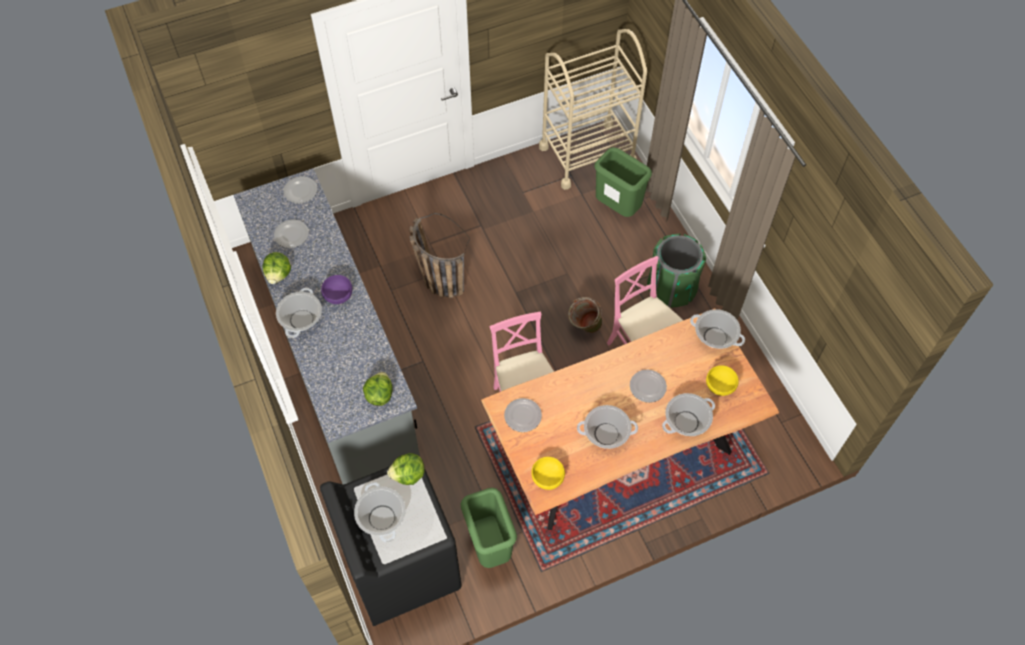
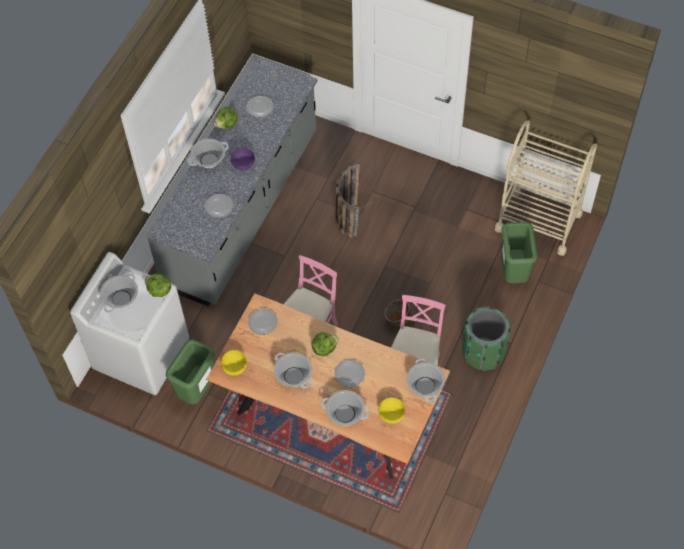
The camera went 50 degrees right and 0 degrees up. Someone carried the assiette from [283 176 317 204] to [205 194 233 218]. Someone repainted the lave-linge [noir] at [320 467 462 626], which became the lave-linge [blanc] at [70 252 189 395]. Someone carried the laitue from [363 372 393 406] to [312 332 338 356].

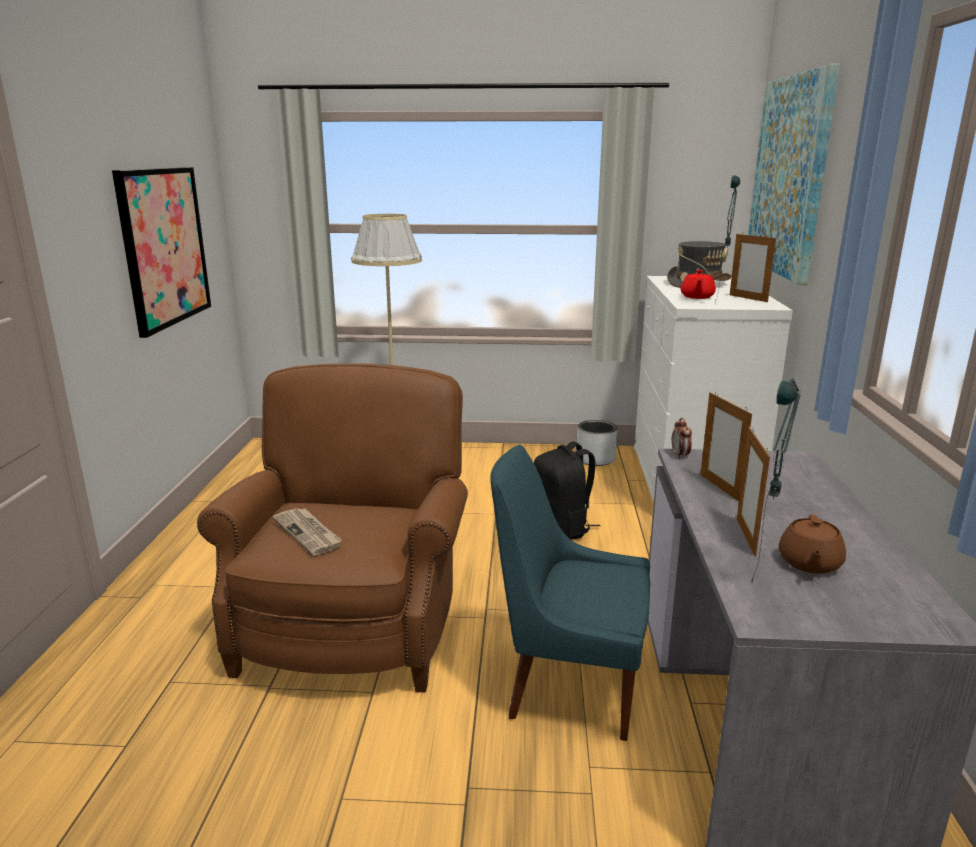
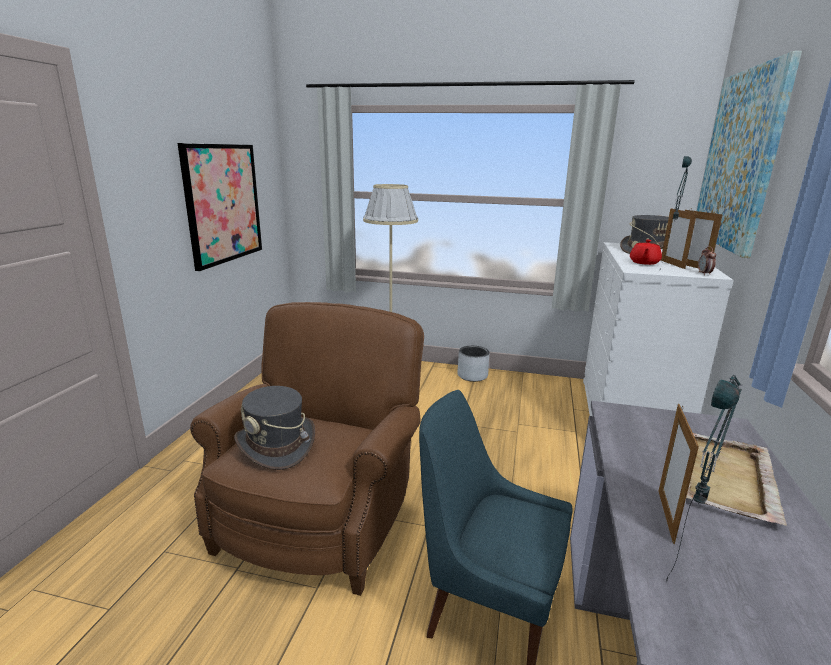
The camera went 10 degrees right and 0 degrees up. Someone swapped the journal at [273 508 342 556] for the chapeau [gris] at [234 386 315 470]. Someone took away the sac à dos [noir] at [534 442 600 540]. Someone carried the cache-pot [gris] from [576 420 617 466] to [457 346 489 382]. Someone carried the réveil from [672 418 692 459] to [698 246 716 275]. Someone carried the cadre photo from [700 392 752 501] to [661 207 697 269]. Someone took away the théière [marron] at [779 515 846 574]. Someone put down the plateau [beige] at [686 433 787 526].

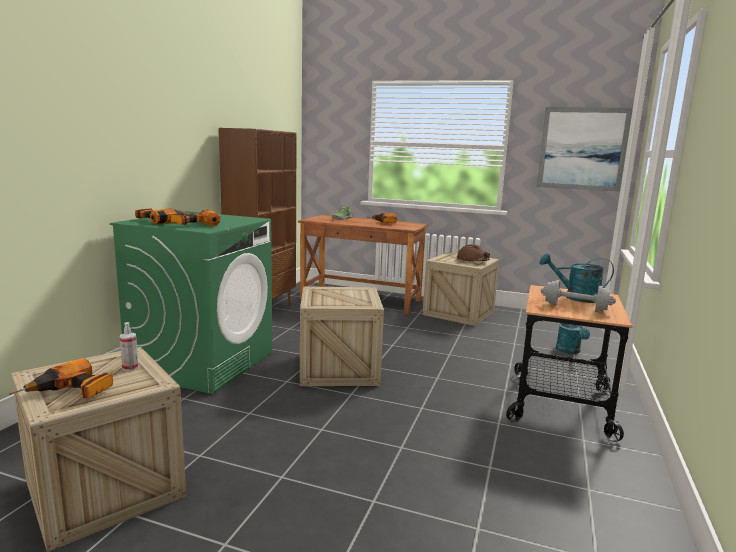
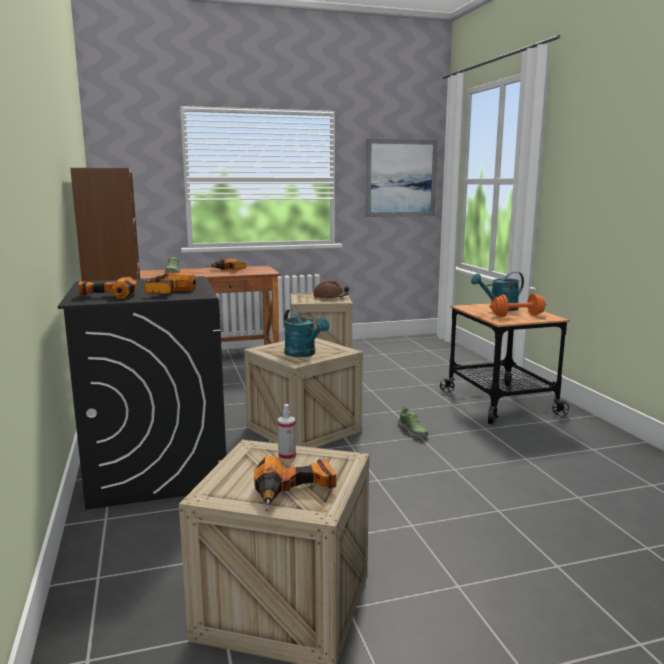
The camera went 35 degrees left and 0 degrees up. Someone repainted the lave-linge [vert] at [110 211 272 394], which became the lave-linge [noir] at [57 276 226 510]. Someone repainted the haltère [gris] at [541 280 616 312], which became the haltère [orange] at [490 294 546 317]. Someone carried the arrosoir [turquoise] from [556 323 590 354] to [284 309 329 357]. Someone put down the chaussure at [398 406 428 437].

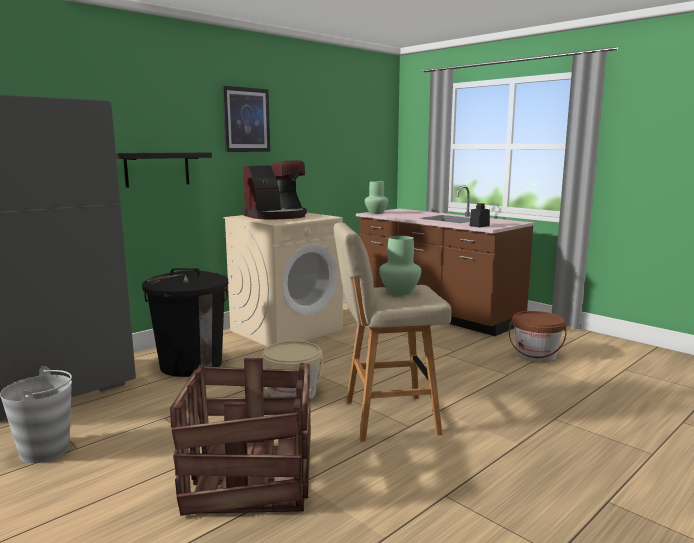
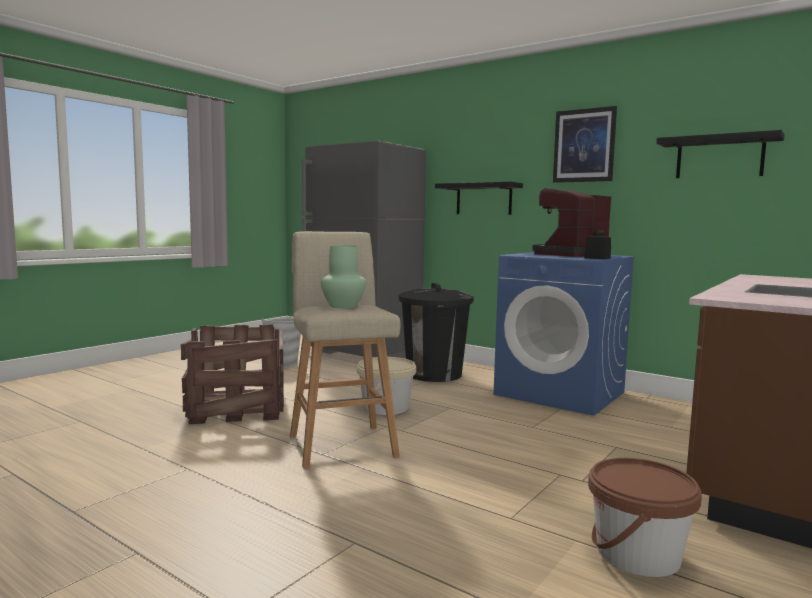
The camera went 80 degrees right and 5 degrees down. Someone repainted the lave-linge [beige] at [223 213 343 346], which became the lave-linge [bleu] at [494 252 635 416]. Someone rotated the machine à café at [242 160 307 219] by 90 degrees clockwise. Someone took away the vase [vert] at [365 181 388 214]. Someone carried the bocal [noir] from [469 203 490 227] to [584 229 611 259]. Someone put up the étagère [noir] at [656 130 785 178].

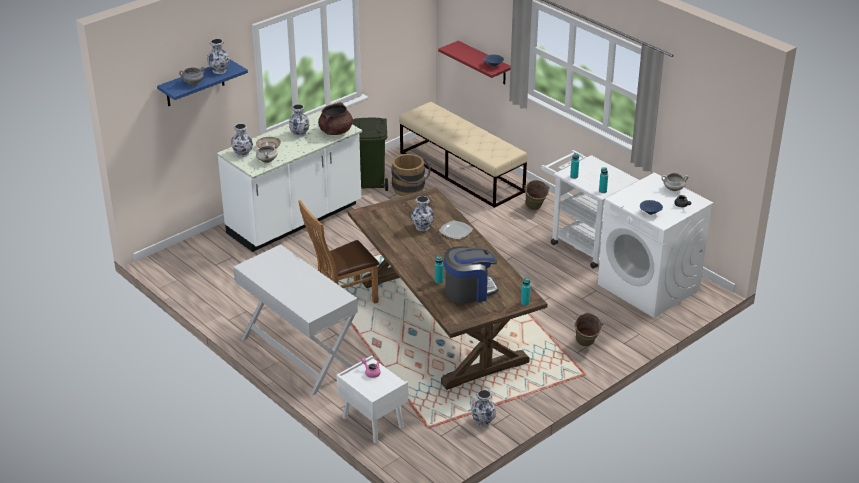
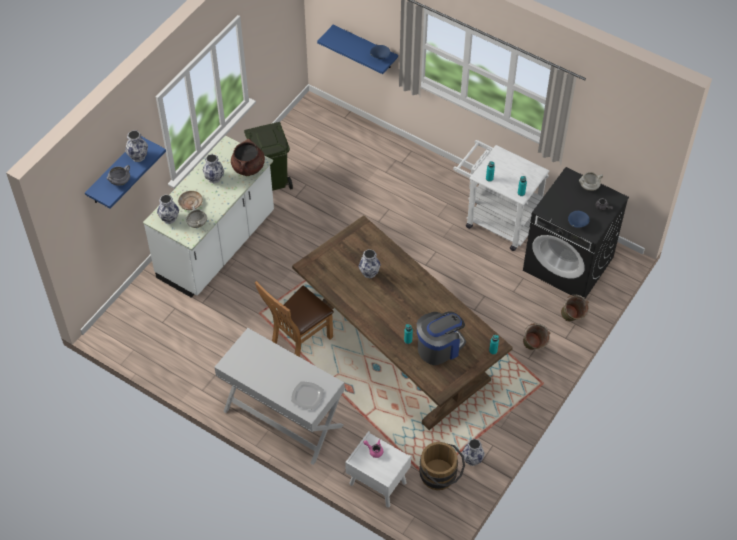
The camera went 15 degrees left and 20 degrees up. Someone carried the seau [marron] from [391 154 431 196] to [419 442 465 490]. Someone took away the banc [beige] at [399 102 528 208]. Someone repainted the étagère [rouge] at [438 41 511 85], which became the étagère [bleu] at [317 25 398 74]. Someone carried the assiette from [439 220 473 240] to [291 381 324 409]. Someone carried the seau [vert] from [524 180 550 210] to [561 295 589 322]. Someone repainted the lave-linge [blanc] at [598 172 714 318], which became the lave-linge [noir] at [523 167 629 299].

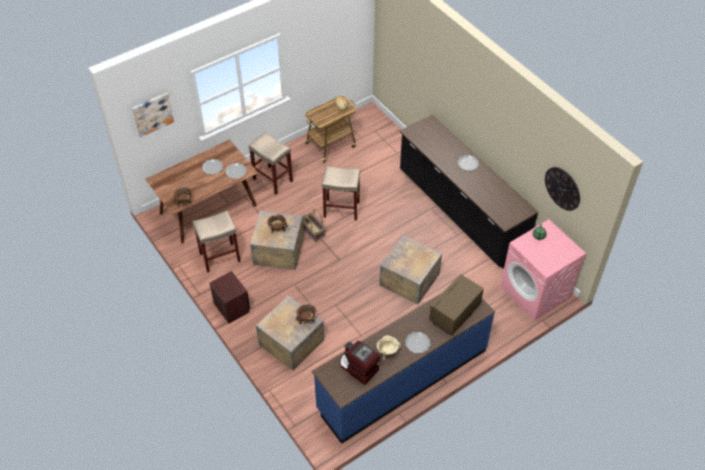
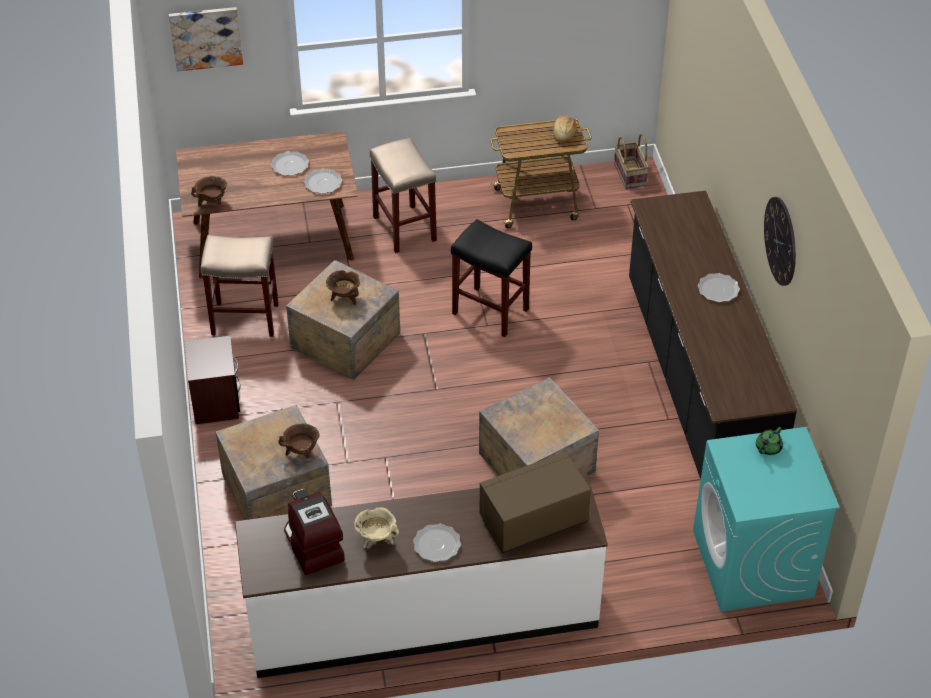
The camera went 25 degrees right and 5 degrees down. Someone carried the panier from [303 209 326 242] to [614 134 649 189]. Someone repainted the comptoir de cuisine [bleu] at [312 293 495 444], which became the comptoir de cuisine [blanc] at [235 473 608 678]. Someone repainted the tabouret [beige] at [322 166 361 221], which became the tabouret [noir] at [451 219 532 337]. Someone repainted the lave-linge [rose] at [500 219 586 321], which became the lave-linge [turquoise] at [693 427 840 612]. Someone carried the horloge murale from [545 167 580 211] to [764 197 796 286].

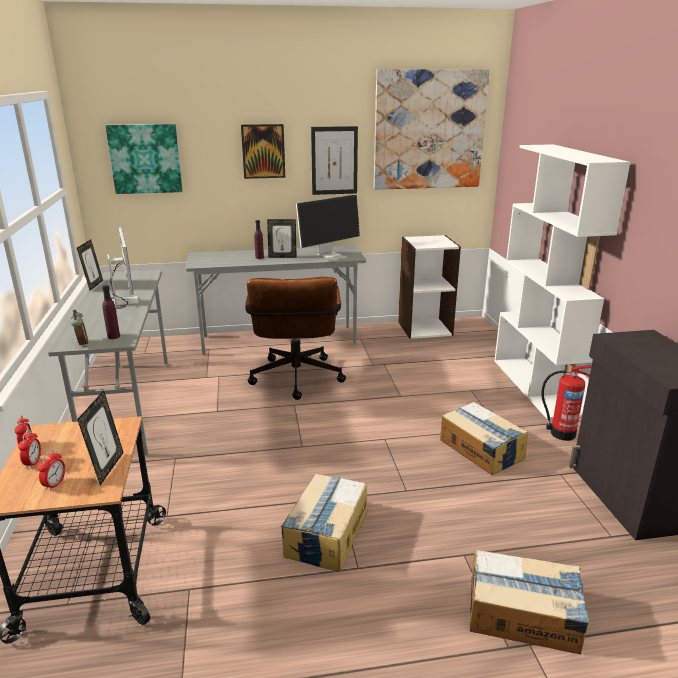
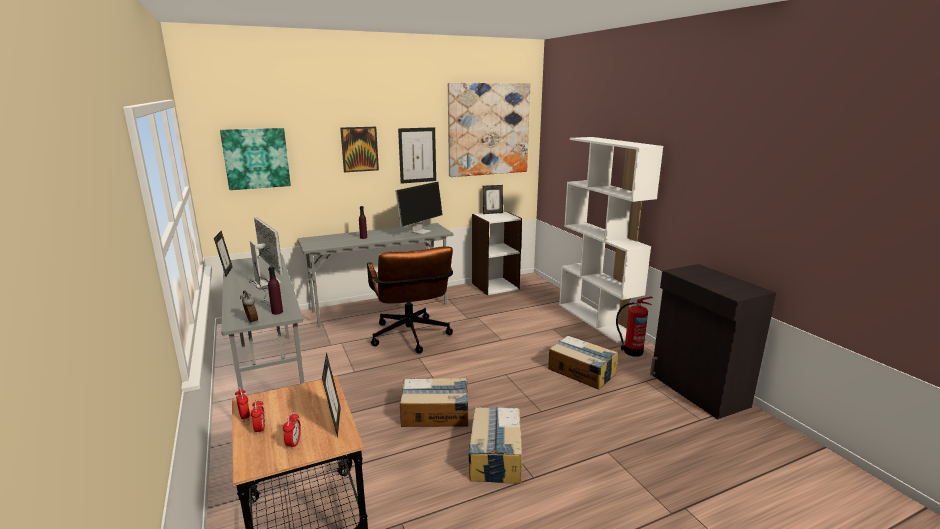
The camera went 15 degrees left and 5 degrees down. Someone carried the cadre photo from [267 219 297 258] to [483 185 503 214]. Someone carried the carton from [470 550 589 654] to [400 377 468 427].

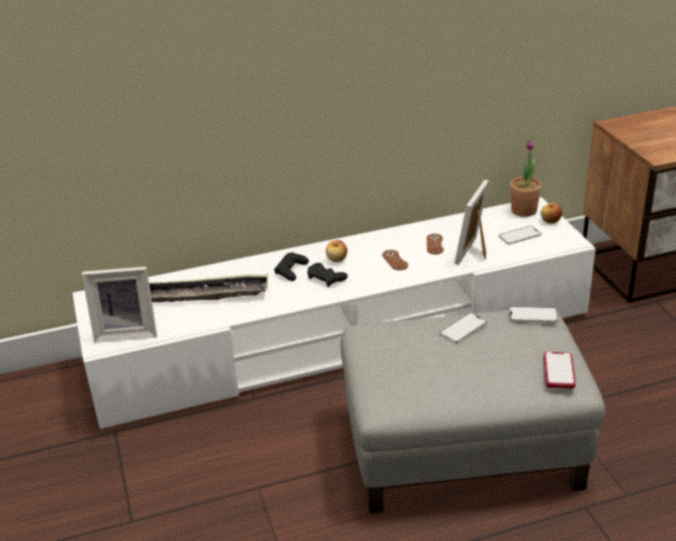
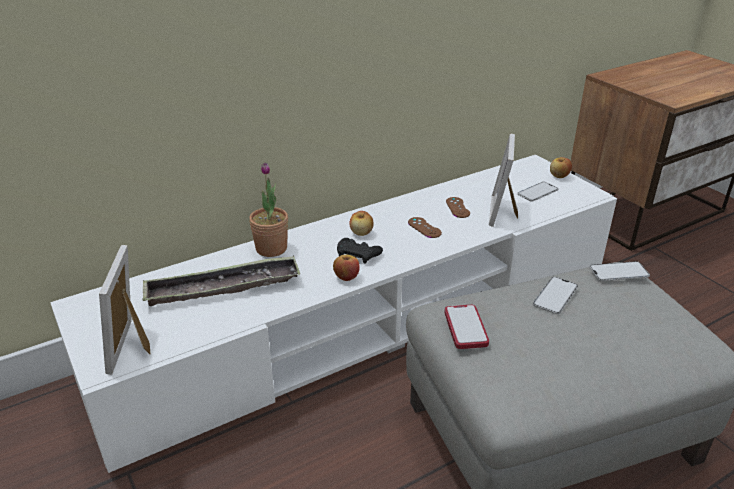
The camera went 15 degrees left and 0 degrees up. Someone rotated the cadre photo at [82 267 157 343] by 105 degrees clockwise. Someone took away the manette [noir] at [274 252 309 281]. Someone carried the plante en pot from [510 140 542 217] to [249 162 288 257]. Someone carried the téléphone from [544 352 576 389] to [444 305 489 349]. Someone put down the pomme at [333 255 360 281].

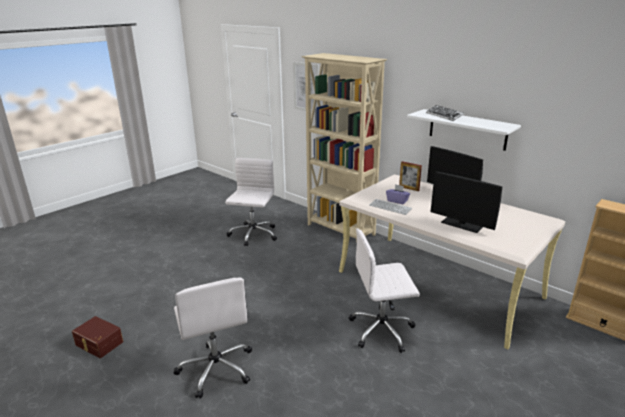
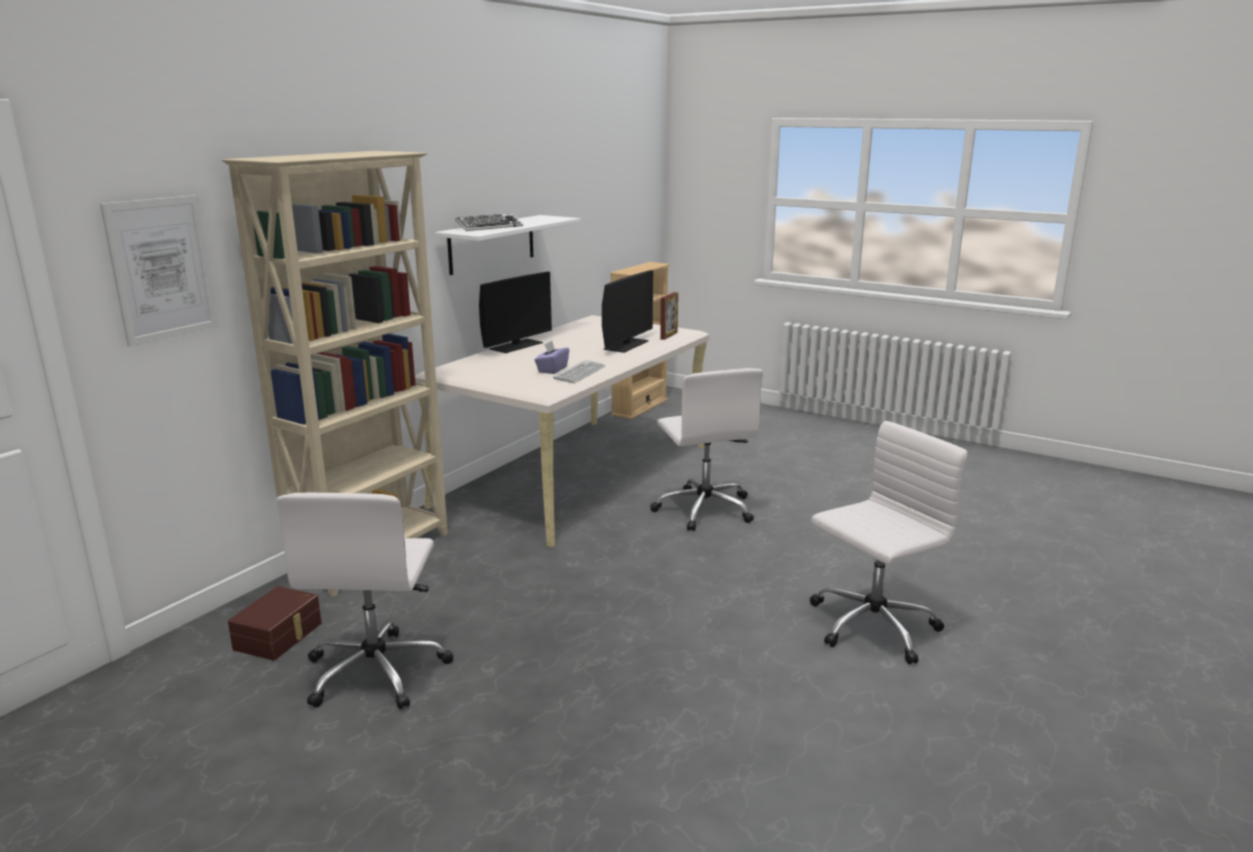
The camera went 100 degrees left and 5 degrees down. Someone carried the boîte de rangement [marron] from [72 316 123 358] to [228 586 322 661]. Someone rotated the chaise de bureau [blanc] at [225 158 277 246] by 90 degrees counterclockwise. Someone carried the cadre photo from [399 161 422 191] to [660 292 678 340].

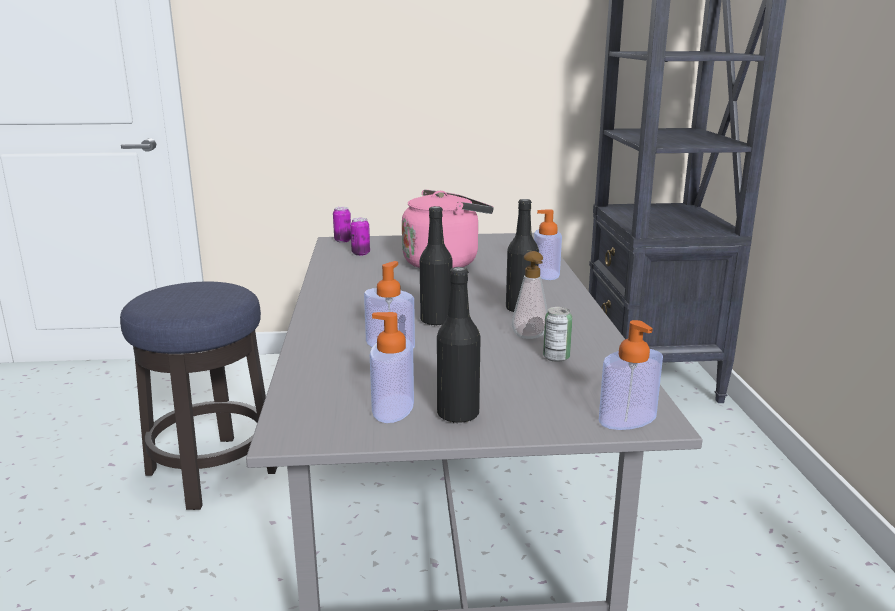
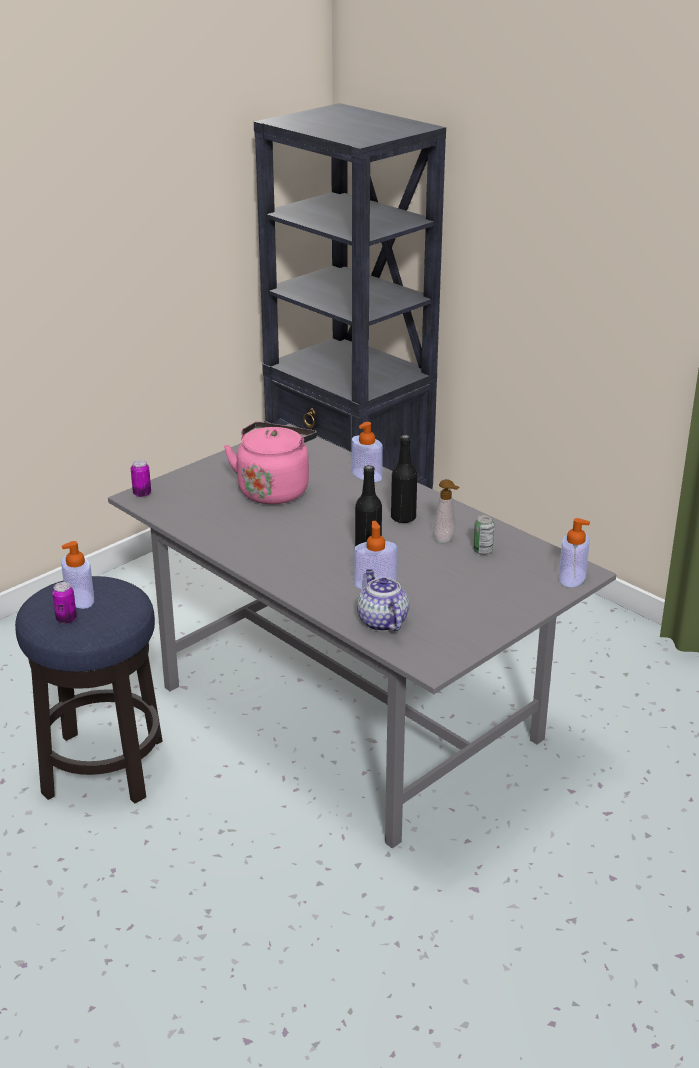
The camera went 40 degrees left and 10 degrees up. Someone carried the boîte métallique from [350 218 370 256] to [52 582 77 624]. Someone carried the distributeur de savon from [370 312 414 423] to [61 541 94 609]. Someone took away the bouteille [noir] at [437 267 481 423]. Someone put down the théière at [357 569 409 631].

